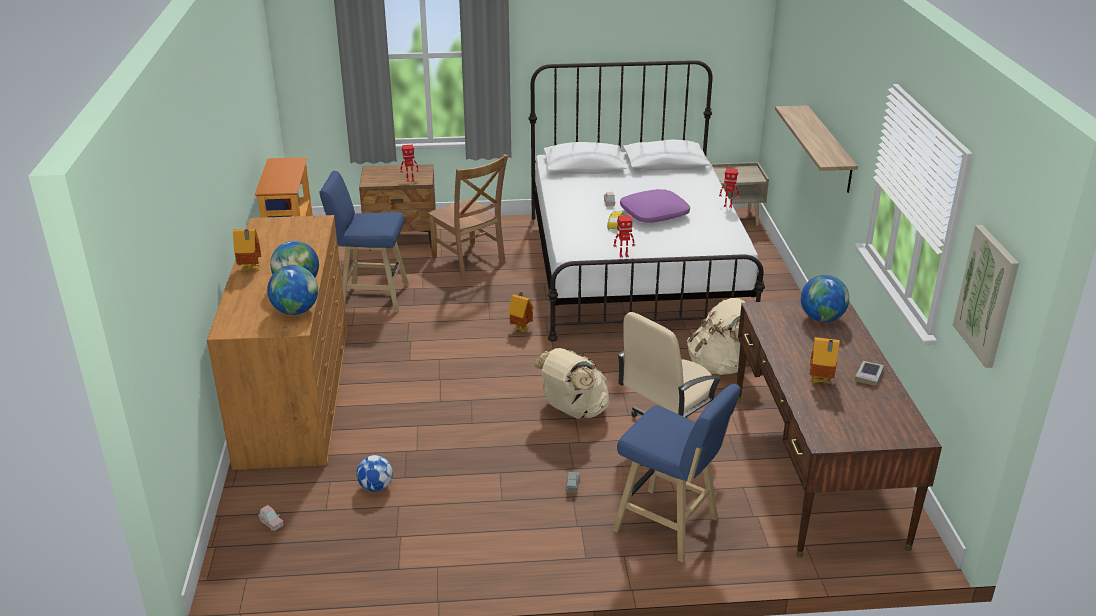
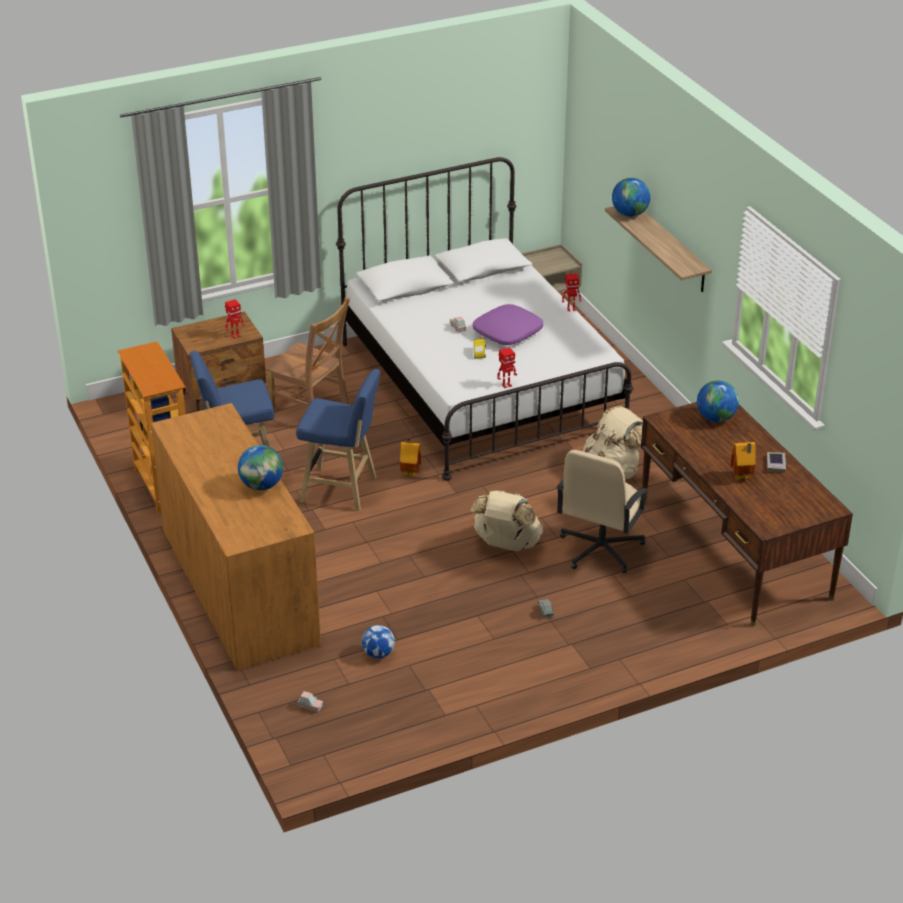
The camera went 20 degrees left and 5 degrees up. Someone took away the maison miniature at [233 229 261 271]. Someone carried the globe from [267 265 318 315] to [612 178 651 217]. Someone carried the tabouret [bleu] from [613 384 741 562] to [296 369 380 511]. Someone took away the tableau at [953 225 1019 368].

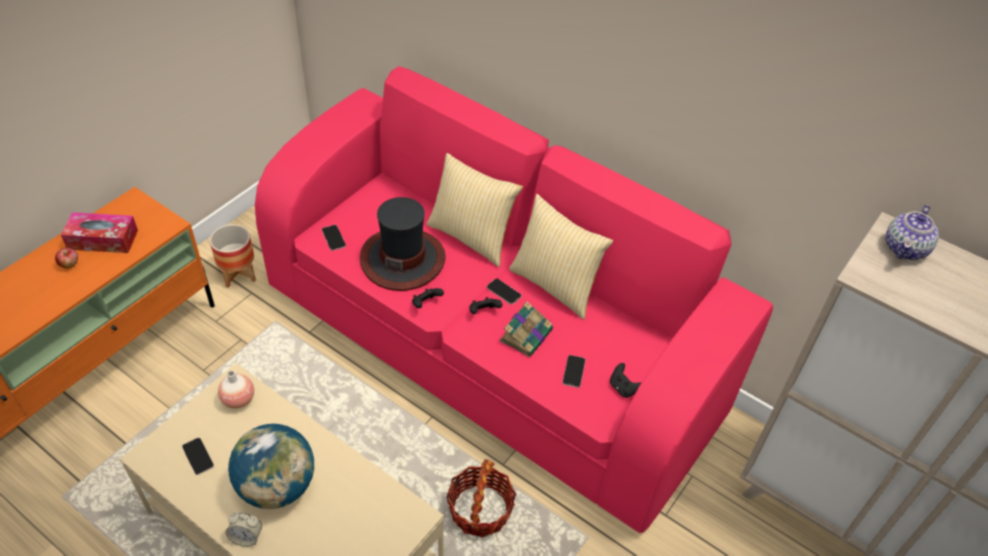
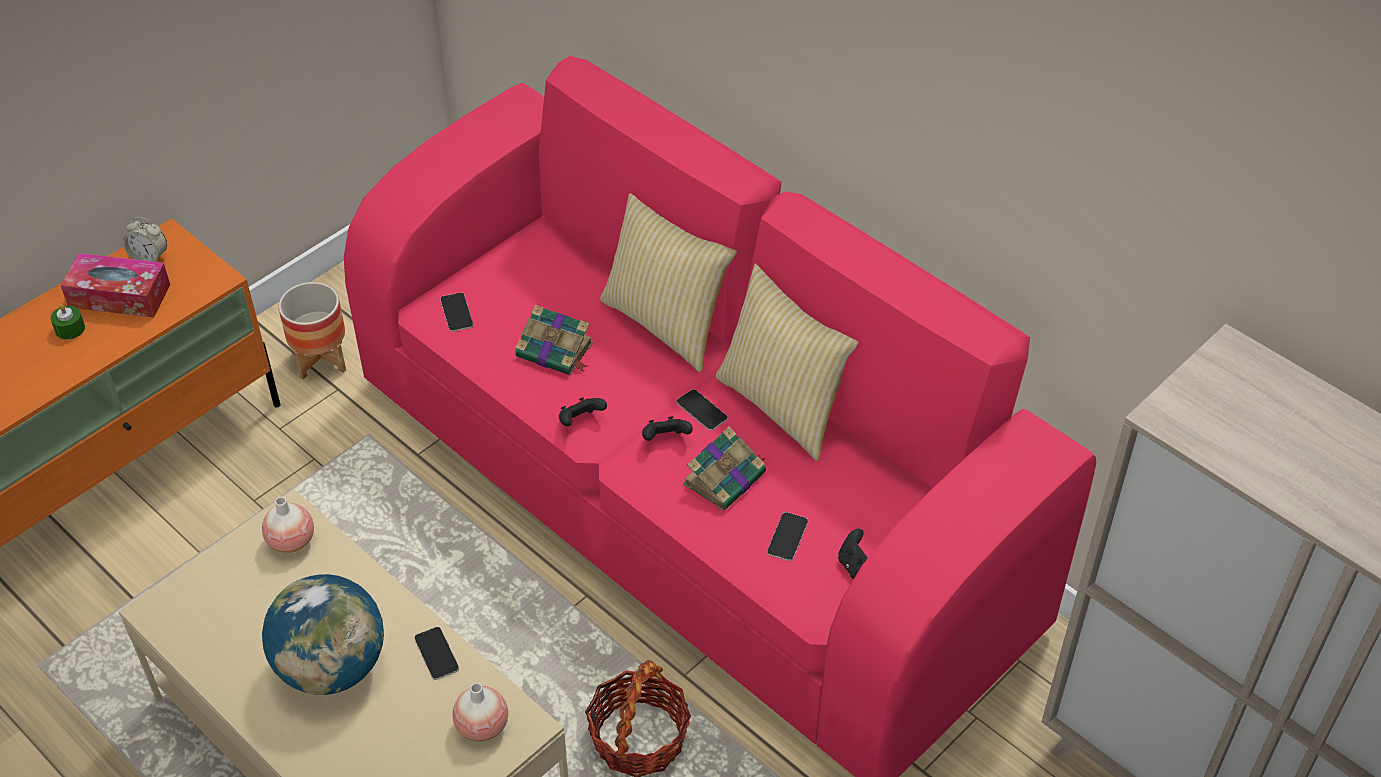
The camera went 10 degrees right and 0 degrees up. Someone swapped the pomme at [55 247 78 269] for the bougie [vert] at [51 304 85 340]. Someone carried the téléphone from [182 438 214 475] to [414 627 459 680]. Someone carried the réveil from [225 513 262 547] to [123 217 167 262]. Someone swapped the chapeau at [360 197 446 291] for the livre at [515 305 593 375]. Someone took away the théière at [886 205 939 260]. Someone put down the vase at [453 683 508 742].

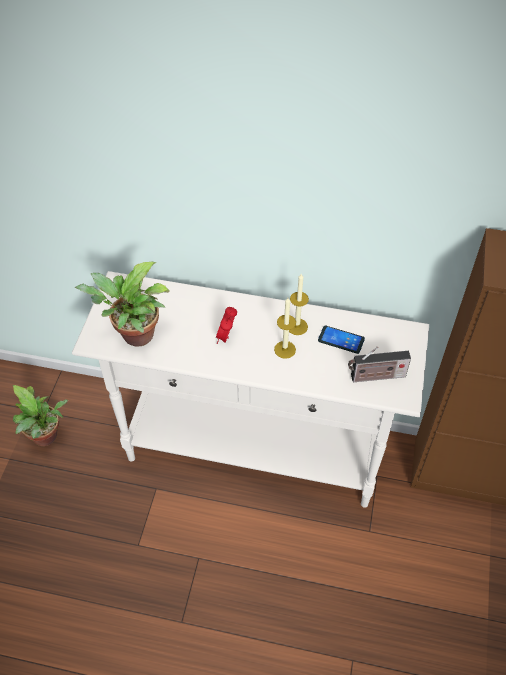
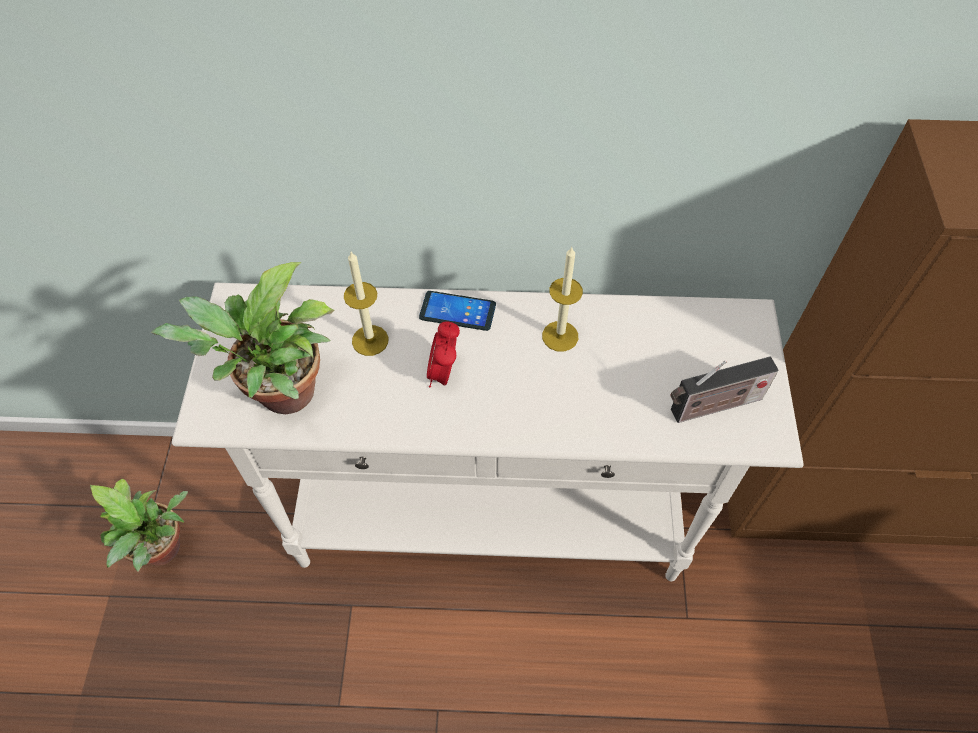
The camera went 10 degrees left and 5 degrees up. Someone carried the bougie from [274 298 296 359] to [344 252 389 356]. Someone carried the téléphone from [318 325 365 354] to [419 291 496 331].

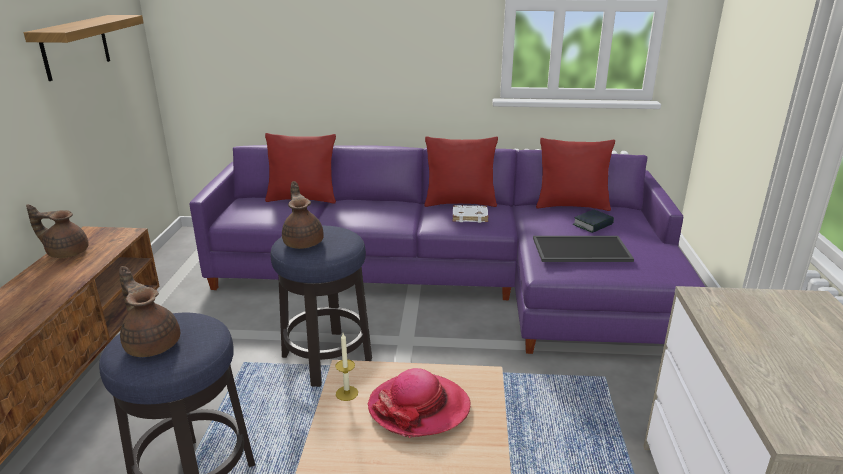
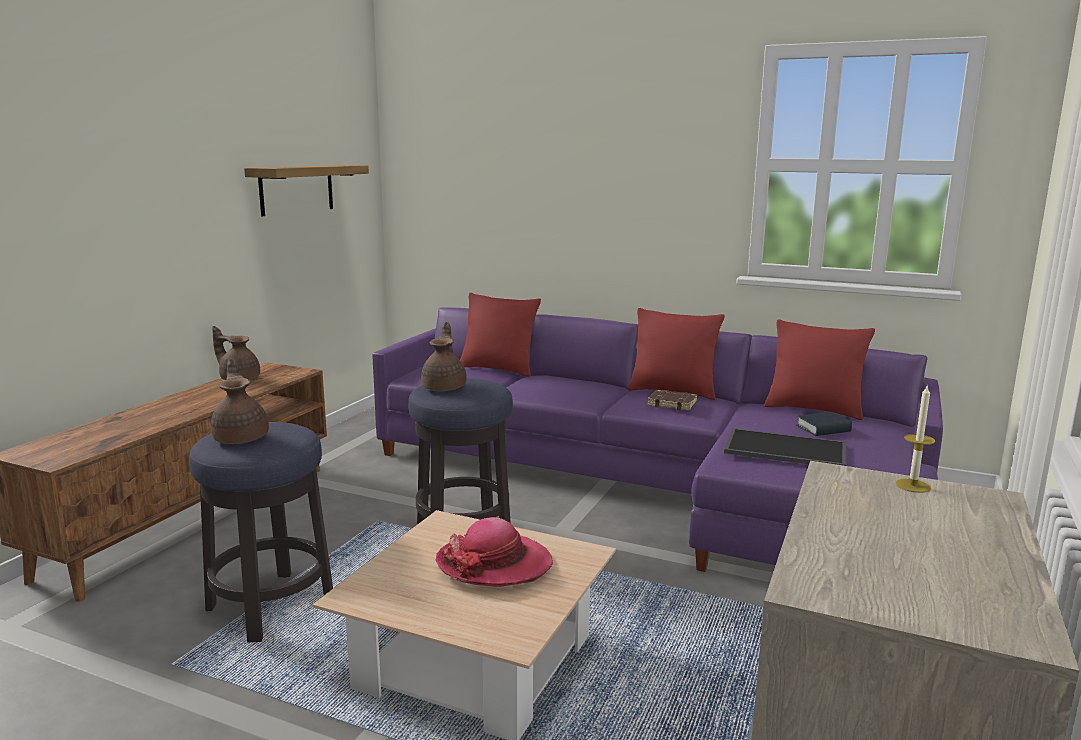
The camera went 20 degrees right and 10 degrees down. Someone carried the bougie from [335 333 358 401] to [895 384 935 493]. Someone repainted the livre [blanc] at [453 205 488 223], which became the livre [marron] at [647 390 698 411].

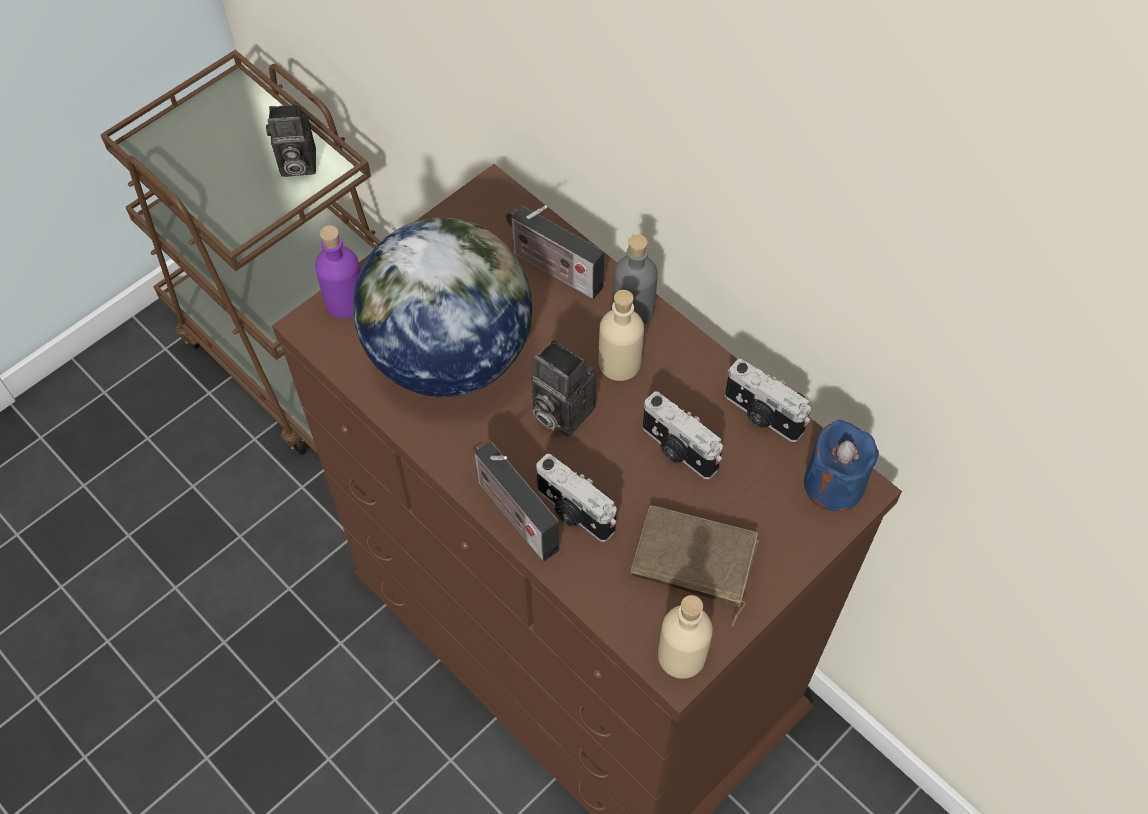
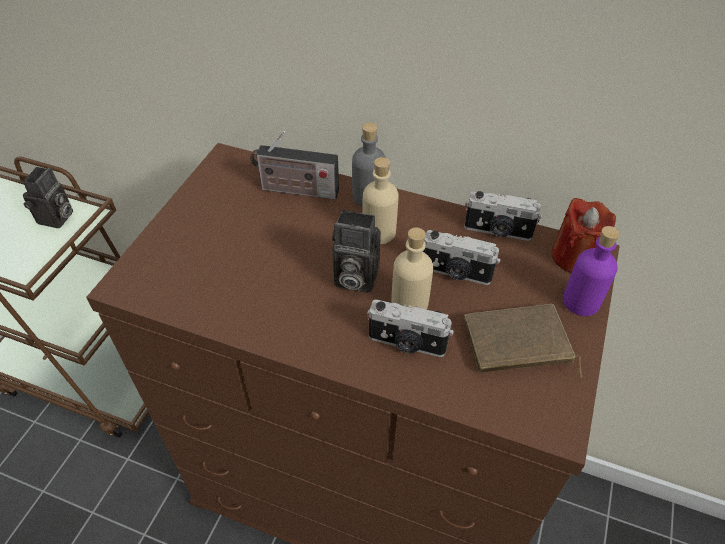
The camera went 25 degrees left and 10 degrees down. Someone rotated the appareil photo at [266 104 316 177] by 45 degrees counterclockwise. Someone carried the bouteille [violet] from [315 225 361 319] to [563 226 620 316]. Someone took away the globe at [353 217 532 397]. Someone took away the radio at [473 441 559 561]. Someone carried the bouteille [beige] from [658 595 713 679] to [391 227 433 310]. Someone repainted the bougie [bleu] at [804 419 879 511], which became the bougie [rouge] at [551 198 616 273].

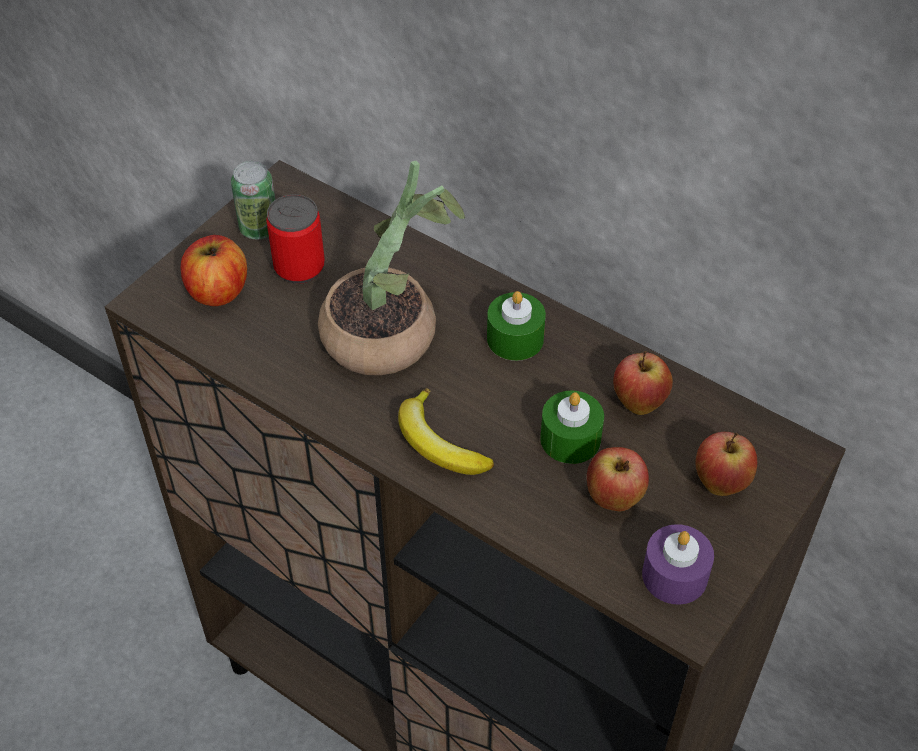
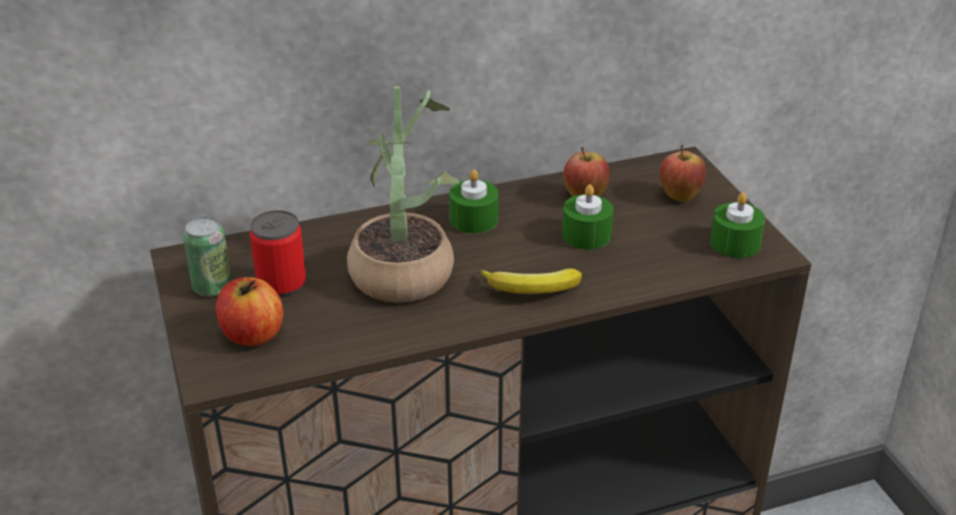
The camera went 55 degrees left and 15 degrees down. Someone took away the pomme at [587 447 649 511]. Someone repainted the bougie [violet] at [642 524 714 605], which became the bougie [vert] at [710 192 765 258].

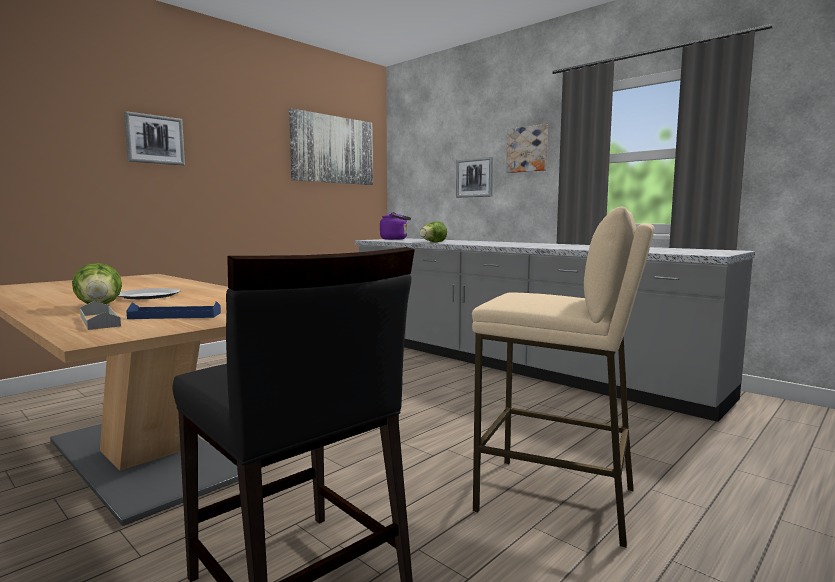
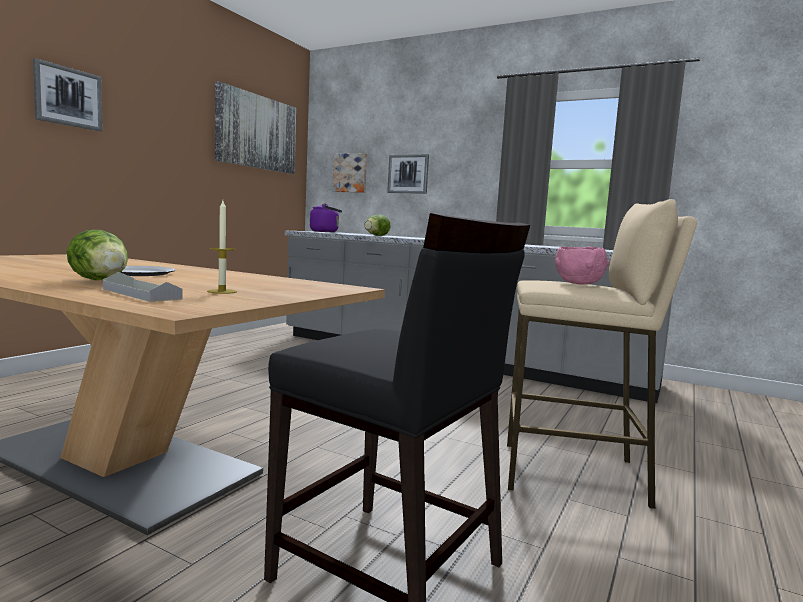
The camera went 15 degrees left and 0 degrees up. Someone swapped the plateau [bleu] at [127 301 221 319] for the bougie at [207 201 237 294]. Someone carried the tableau from [506 124 548 173] to [332 153 367 193]. Someone put down the bol [rose] at [555 247 609 285].

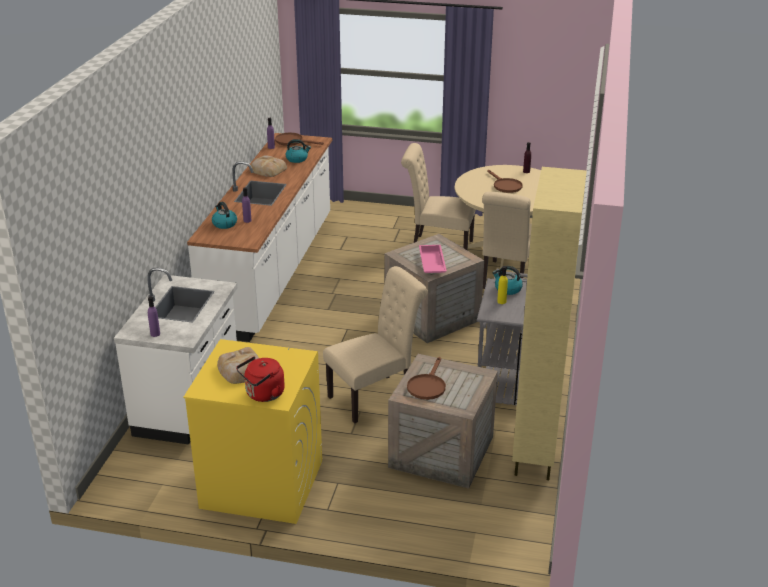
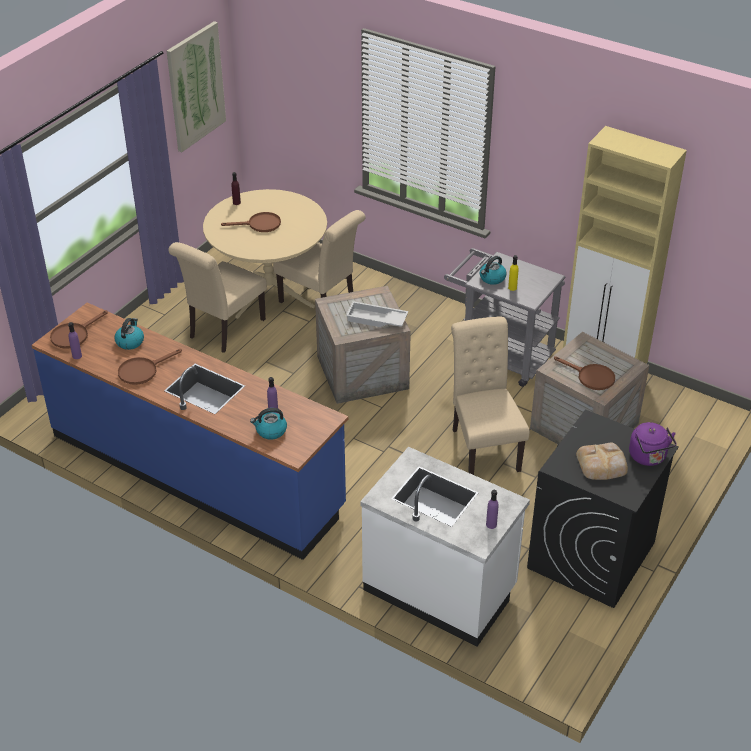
The camera went 70 degrees left and 10 degrees up. Someone repainted the lave-linge [jaune] at [183 339 322 524], which became the lave-linge [noir] at [527 410 679 608]. Someone repainted the comptoir de cuisine [blanc] at [187 133 332 342], which became the comptoir de cuisine [bleu] at [32 303 348 560]. Someone repainted the bouilloire [rouge] at [236 356 285 402], which became the bouilloire [violet] at [629 422 677 466]. Someone swapped the pain at [251 155 287 177] for the poêle [marron] at [118 349 182 385]. Someone repainted the plateau [rose] at [419 245 447 273], which became the plateau [blanc] at [346 301 408 327]. Someone put up the tableau at [167 21 226 152].

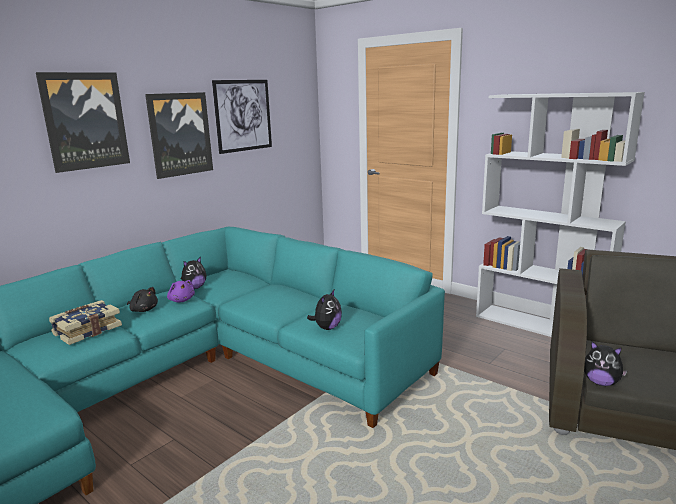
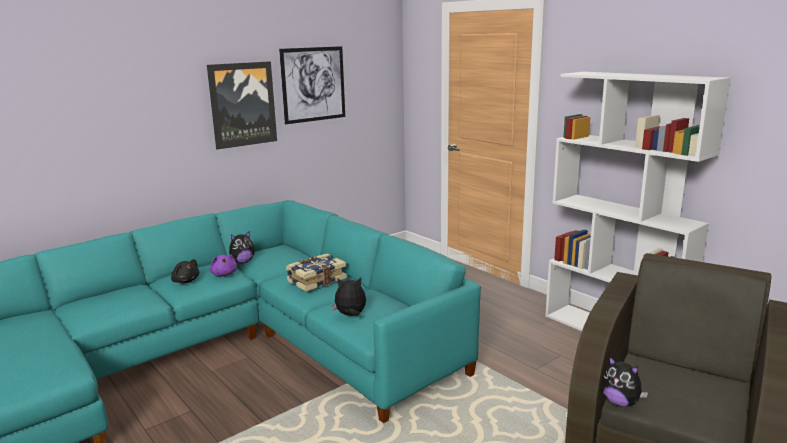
The camera went 10 degrees right and 0 degrees up. Someone took away the tableau at [36 72 130 173]. Someone carried the livre from [49 300 122 345] to [286 253 347 291]. Someone rotated the peluche at [307 290 342 330] by 135 degrees counterclockwise.

